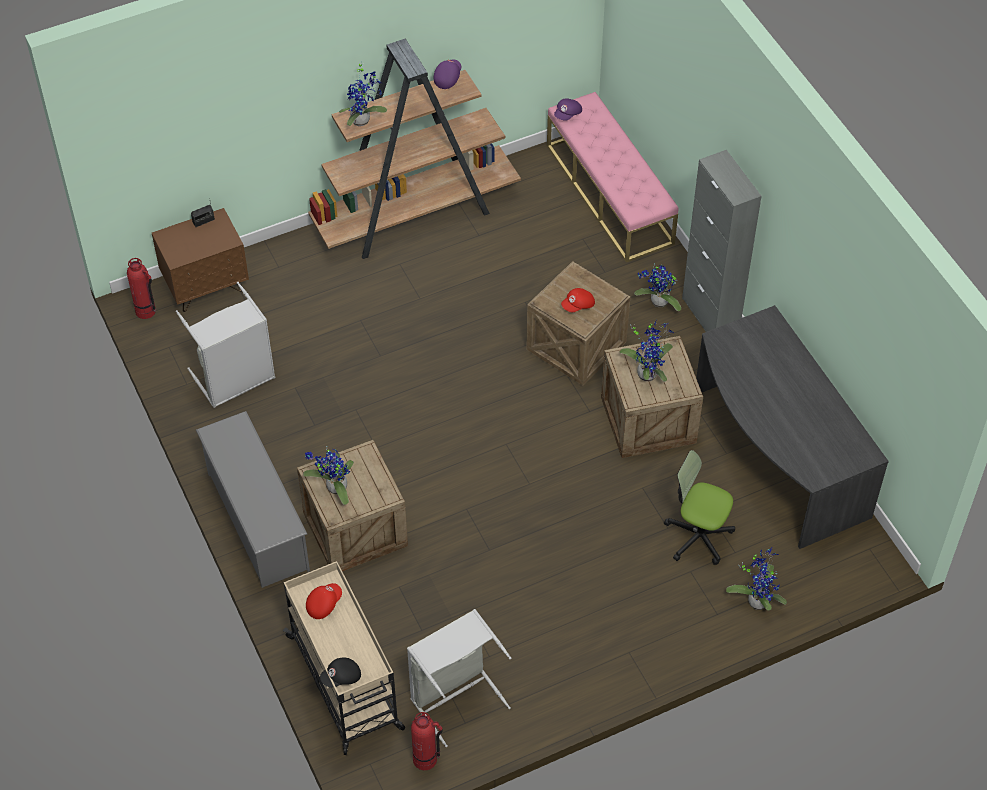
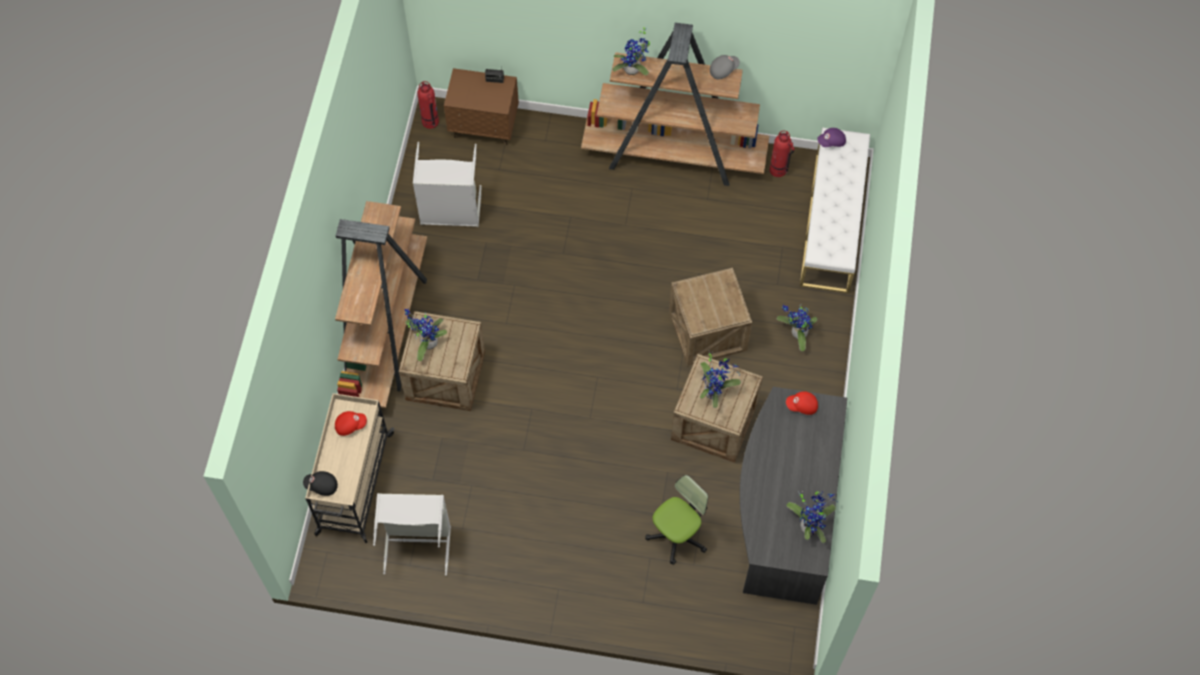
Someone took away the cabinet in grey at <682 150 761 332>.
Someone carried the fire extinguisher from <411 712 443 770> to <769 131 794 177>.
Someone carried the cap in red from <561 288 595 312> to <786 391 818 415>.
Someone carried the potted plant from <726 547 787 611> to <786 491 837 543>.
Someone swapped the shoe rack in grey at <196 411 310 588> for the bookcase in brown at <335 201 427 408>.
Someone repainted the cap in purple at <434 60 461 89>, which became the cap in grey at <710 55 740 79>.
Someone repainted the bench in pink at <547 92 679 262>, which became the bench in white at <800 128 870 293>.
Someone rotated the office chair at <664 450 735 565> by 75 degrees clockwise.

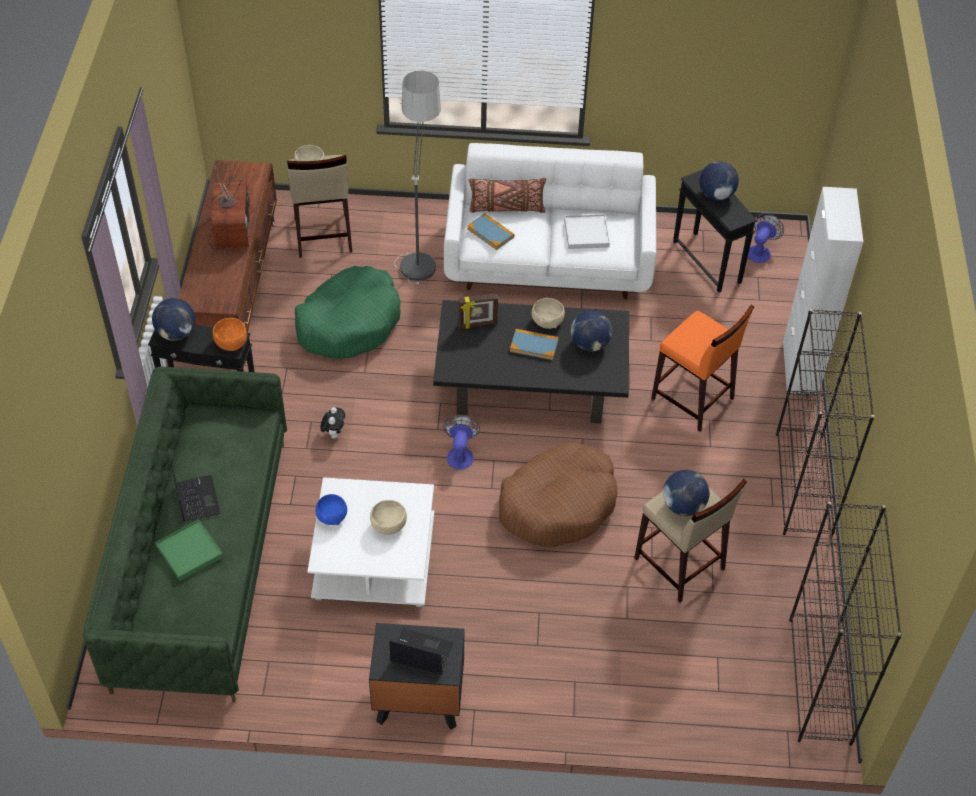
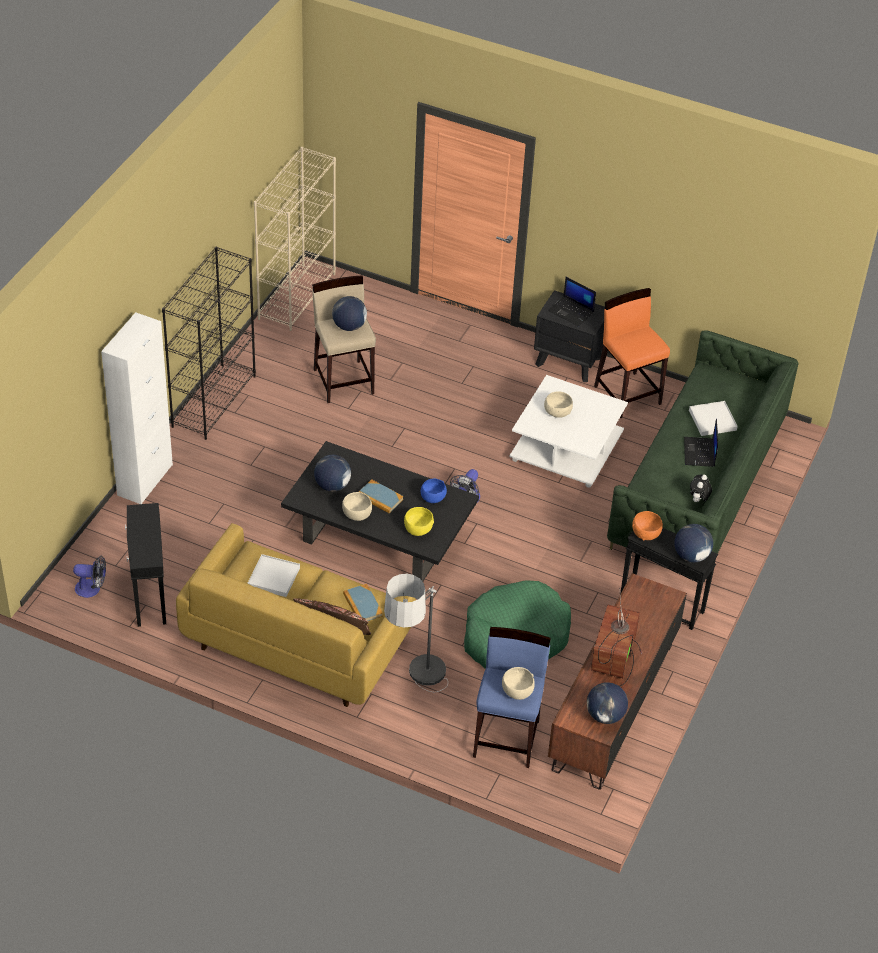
Someone took away the dog bed in brown at <499 442 617 547>.
Someone carried the bowl in blue from <316 494 347 525> to <421 479 447 503>.
Someone carried the plush toy from <321 407 345 439> to <690 474 712 502>.
Someone carried the stool in orange from <651 304 754 432> to <594 288 670 418>.
Someone carried the globe from <699 161 739 200> to <587 682 628 724>.
Someone swapped the picture frame at <459 293 498 329> for the bowl in yellow at <404 507 434 536>.
Someone repainted the tray in green at <155 520 223 581>, which became the tray in white at <689 401 738 436>.
Someone repainted the stool in beige at <287 155 352 258>, which became the stool in blue at <473 627 551 768>.
Someone repainted the sofa in white at <444 143 656 300>, which became the sofa in yellow at <176 523 416 707>.
Someone repainted the bookcase in black at <789 502 902 746>, which became the bookcase in beige at <254 147 336 331>.
Someone rotated the fan at <748 213 784 263> by 135 degrees counterclockwise.

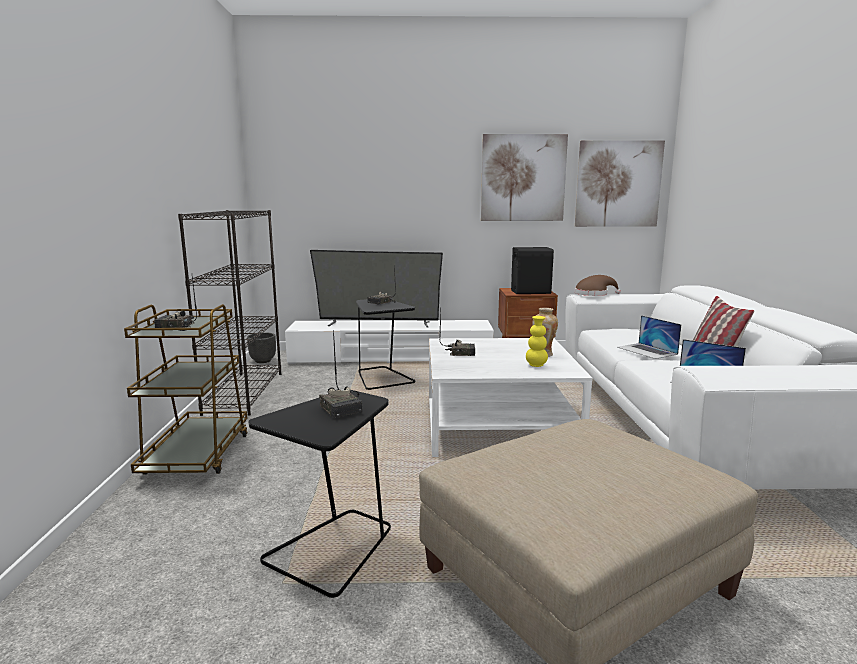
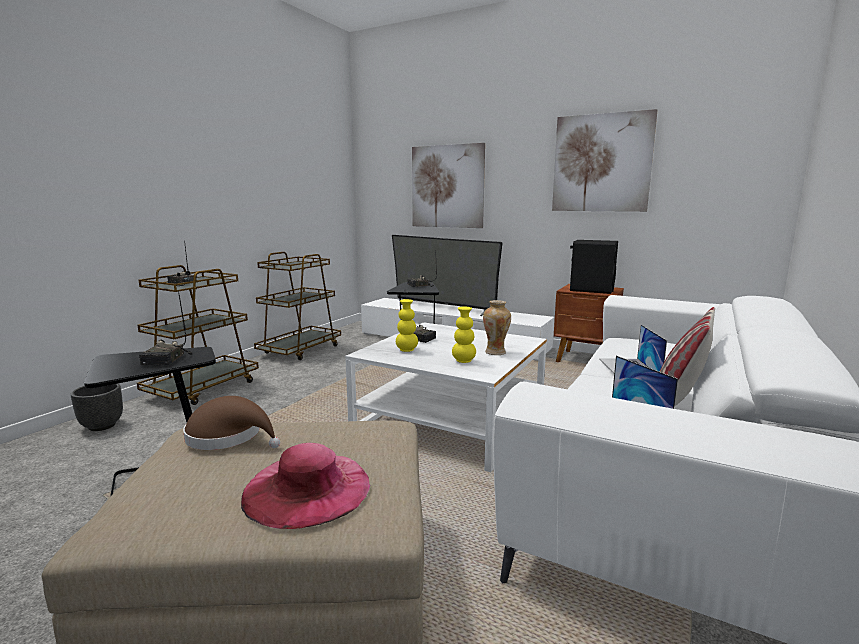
Someone put down the hat in pink at <241 443 370 529>.
Someone put down the vase in yellow at <396 299 418 352>.
Someone carried the planter in black from <247 333 276 363> to <71 384 123 431>.
Someone carried the hat in brown from <574 275 621 296> to <183 396 280 450>.
Someone carried the picture from <575 140 665 227> to <412 143 485 228>.
Someone swapped the bookcase in black at <178 210 281 416> for the cart in brown at <254 252 341 360>.

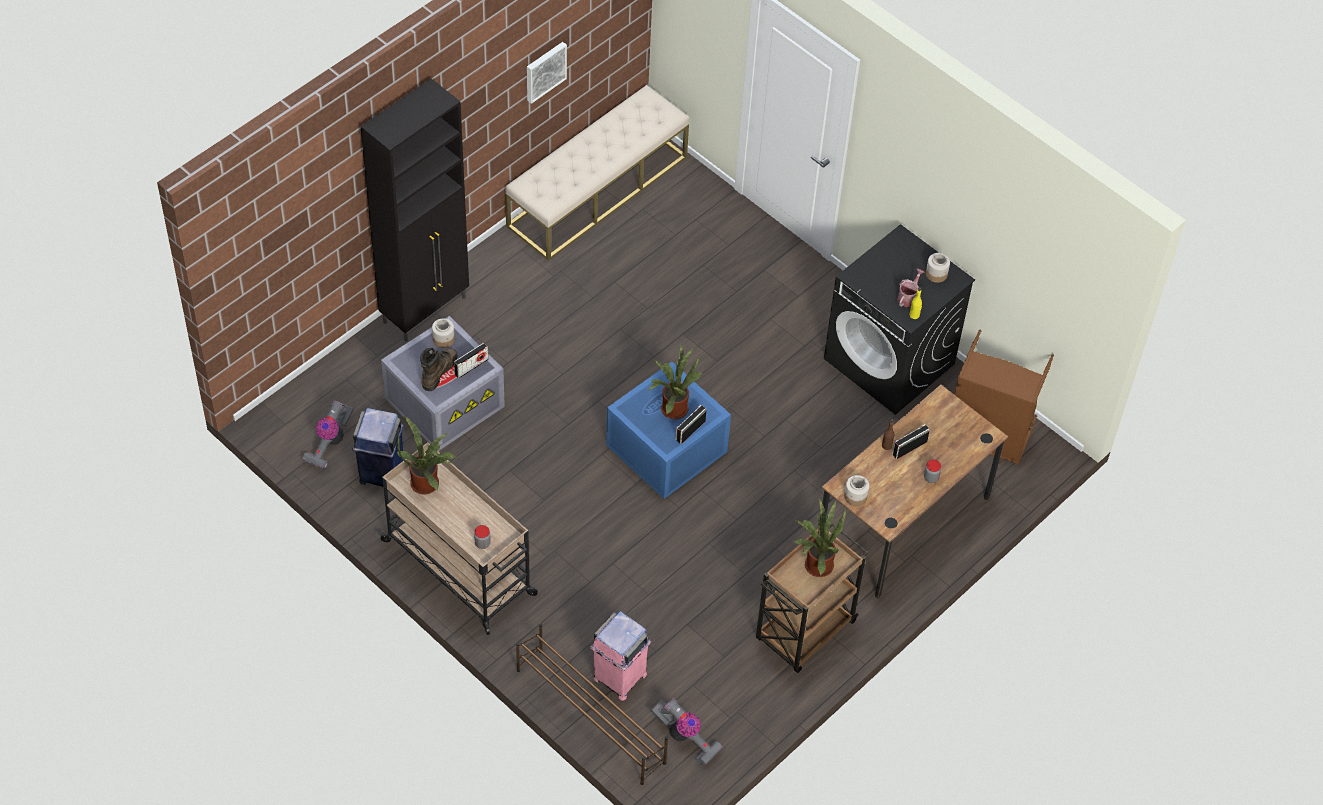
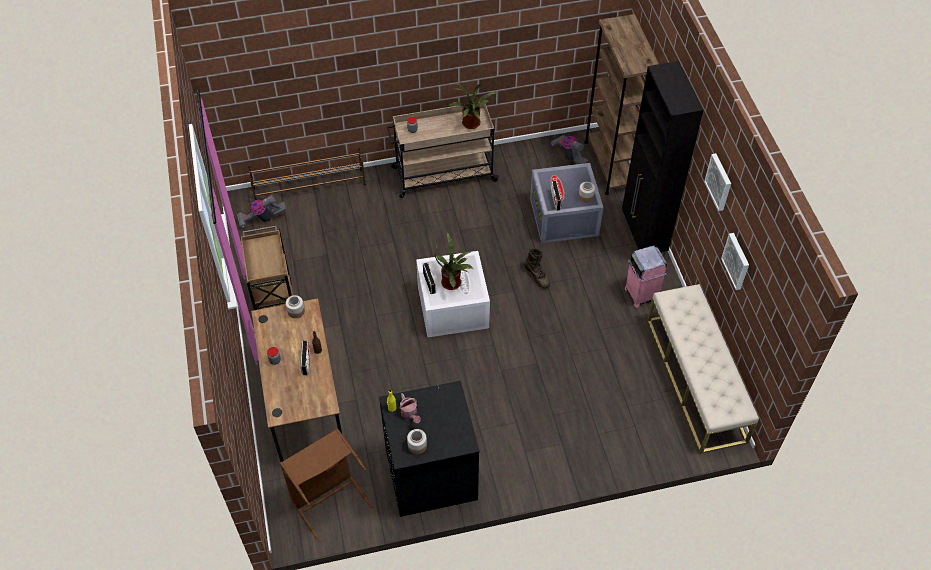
Someone took away the trash can in blue at <352 408 404 487>.
Someone took away the potted plant at <794 499 846 577>.
Someone put down the bookcase in brown at <584 14 659 195>.
Someone put up the picture at <704 153 731 211>.
Someone carried the boot in brown from <420 348 457 391> to <524 248 550 288>.
Someone carried the trash can in pink from <590 611 651 701> to <625 245 667 308>.
Someone repainted the storage box in blue at <606 362 731 499>, which became the storage box in white at <416 251 490 338>.

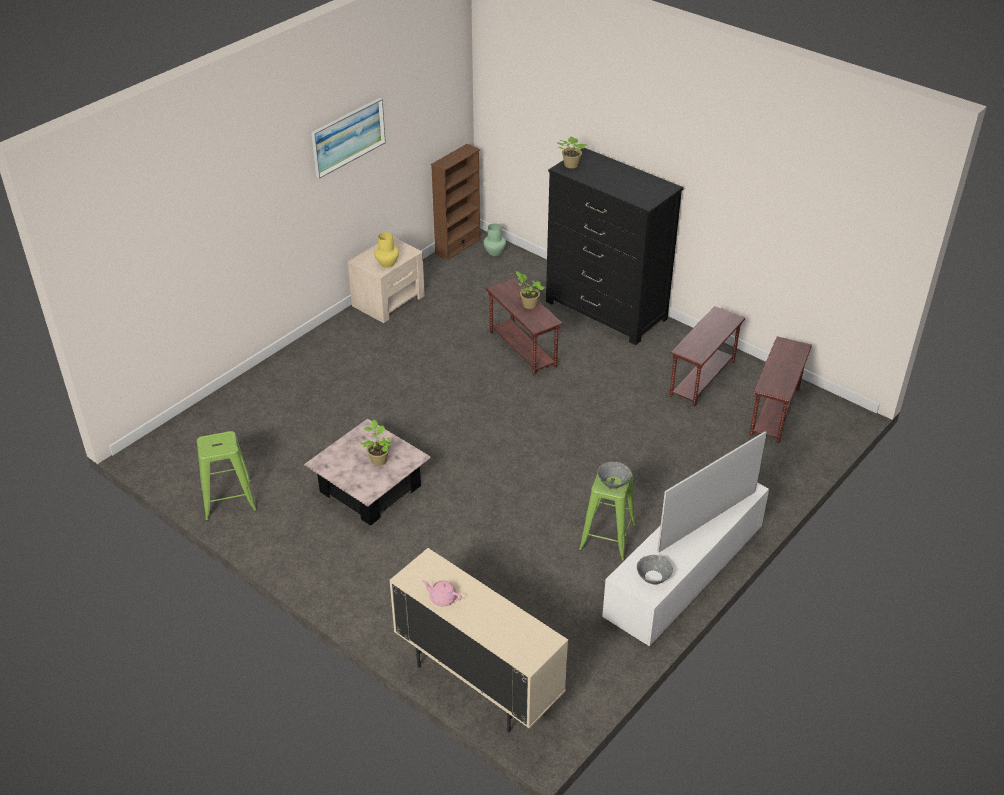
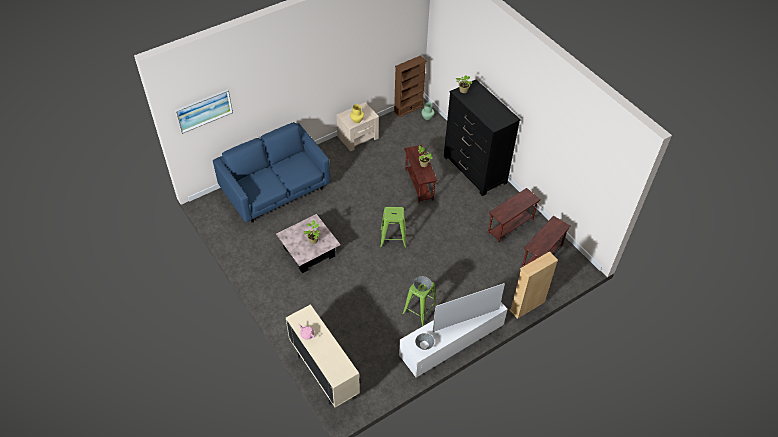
Someone put down the sofa in blue at <213 122 331 223>.
Someone put down the bookcase in beige at <510 251 558 319>.
Someone carried the stool in green from <197 431 257 521> to <380 207 406 248>.
Someone carried the picture from <311 98 386 179> to <175 89 233 134>.

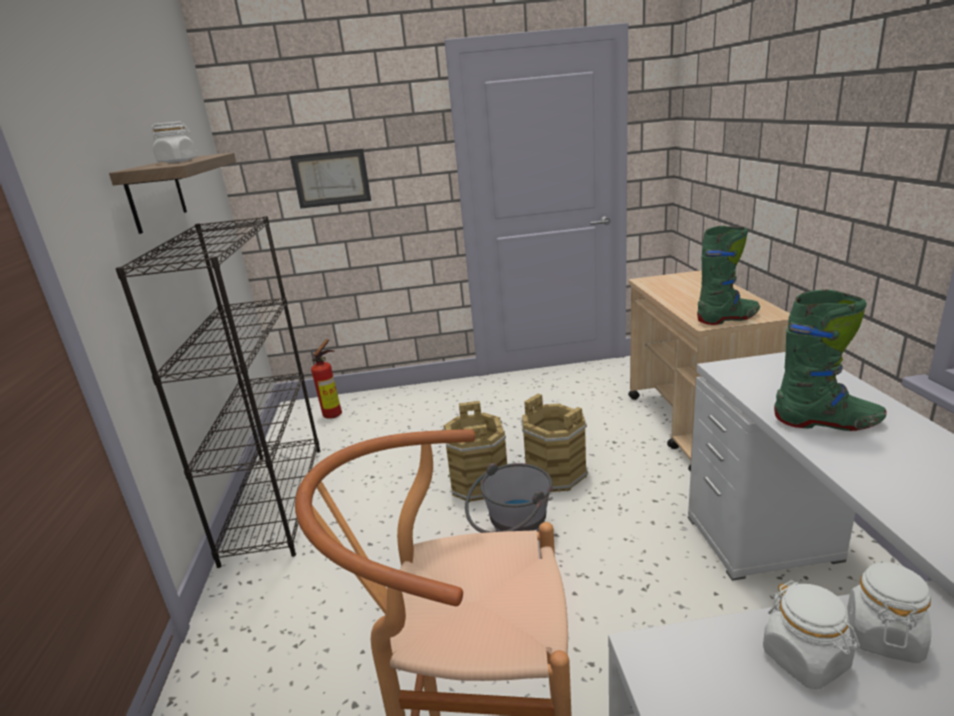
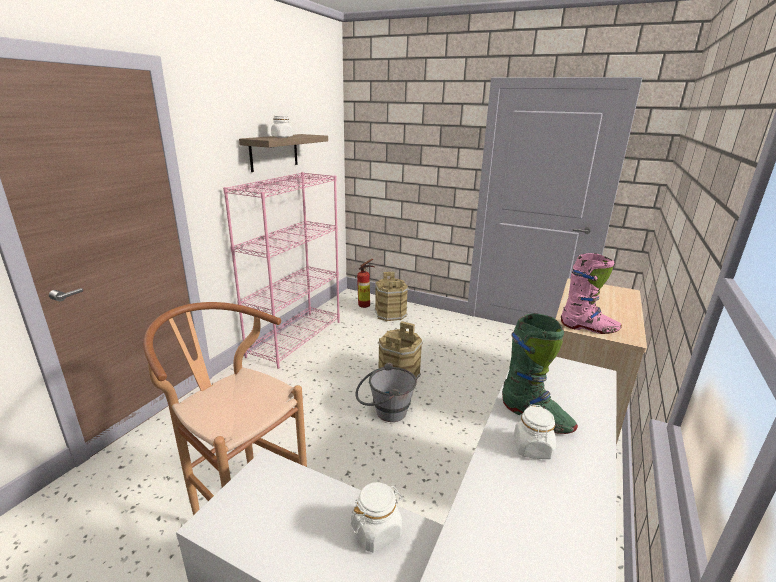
Someone took away the picture at <290 149 371 209>.
Someone carried the bucket in brown from <521 394 588 492> to <375 272 409 321>.
Someone carried the jar in white from <763 580 860 689> to <514 405 556 459>.
Someone repainted the bookcase in black at <116 216 320 568>, which became the bookcase in pink at <223 172 340 369>.
Someone repainted the boot in green at <697 226 760 325>, which became the boot in pink at <561 253 622 334>.

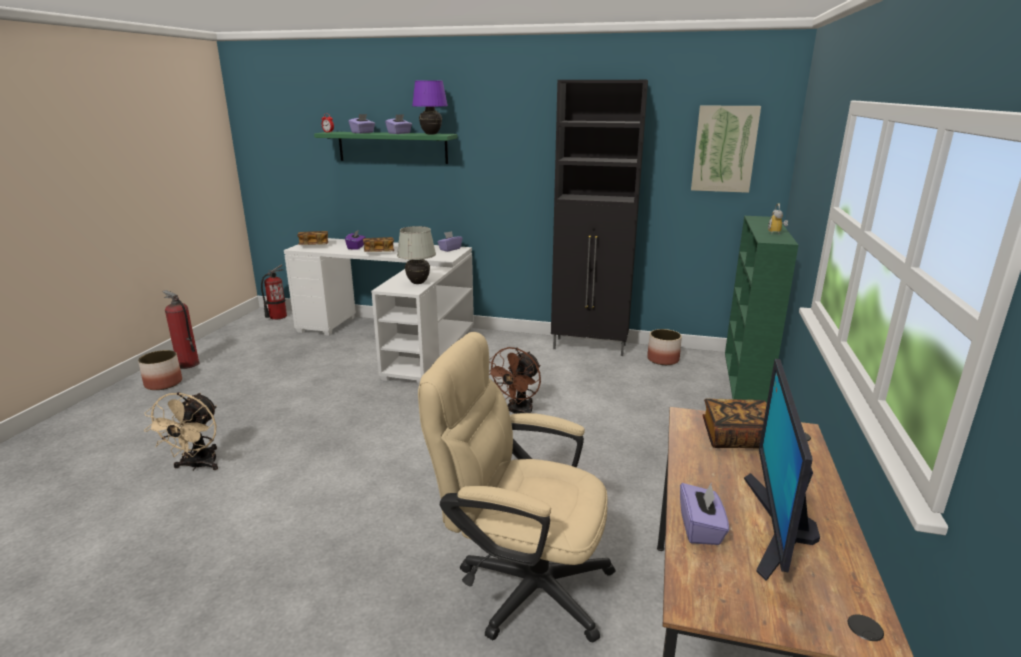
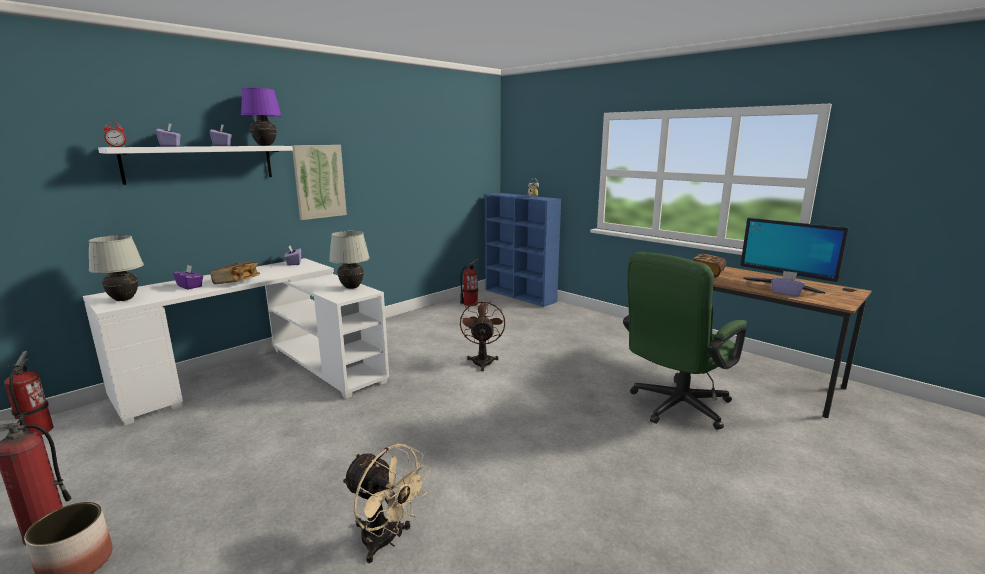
Someone took away the cabinet in black at <551 80 648 356>.
Someone carried the picture from <691 105 761 193> to <292 145 347 220>.
Someone swapped the book at <297 231 328 245> for the table lamp in white at <88 235 144 301>.
Someone swapped the planter at <647 329 682 365> for the fire extinguisher at <460 259 480 306>.
Someone repainted the shelf in green at <314 132 457 164>, which became the shelf in white at <98 146 293 185>.
Someone repainted the office chair in beige at <418 332 616 643>, which became the office chair in green at <623 252 747 430>.
Someone repainted the bookcase in green at <725 216 798 402>, which became the bookcase in blue at <485 193 561 307>.
Someone rotated the fan in brown at <489 347 541 414> by 150 degrees counterclockwise.

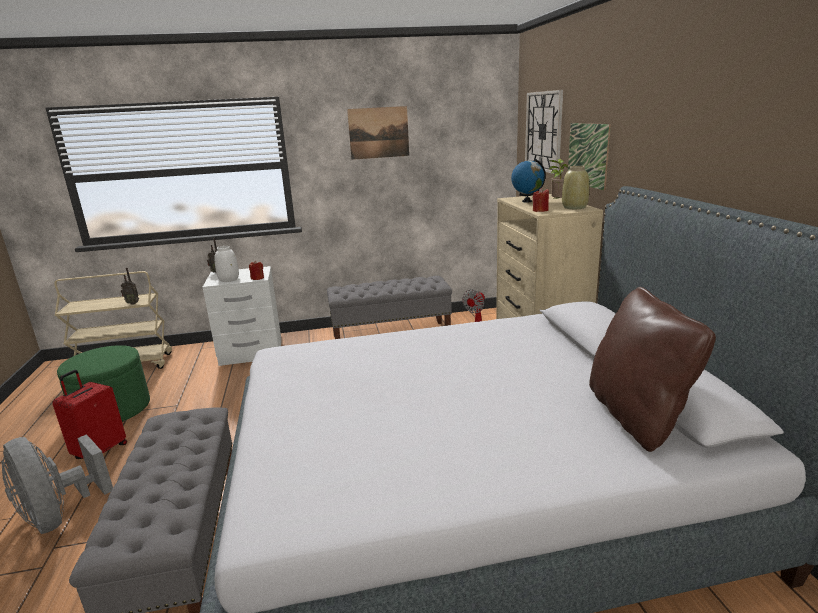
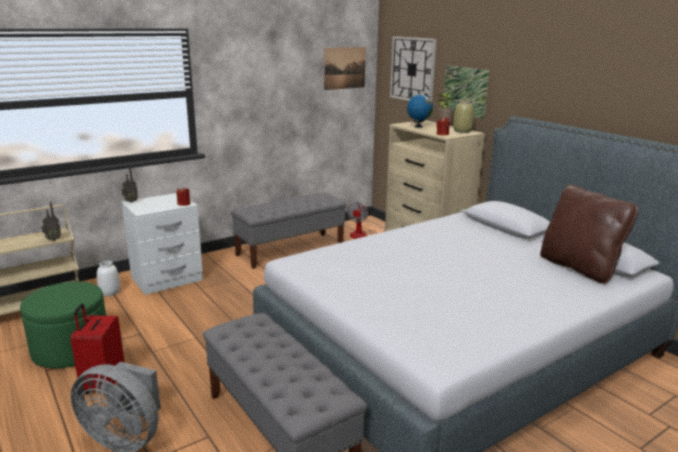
Someone carried the vase in white from <215 246 239 282> to <97 261 120 296>.
Someone carried the picture from <347 106 409 160> to <324 47 366 90>.

